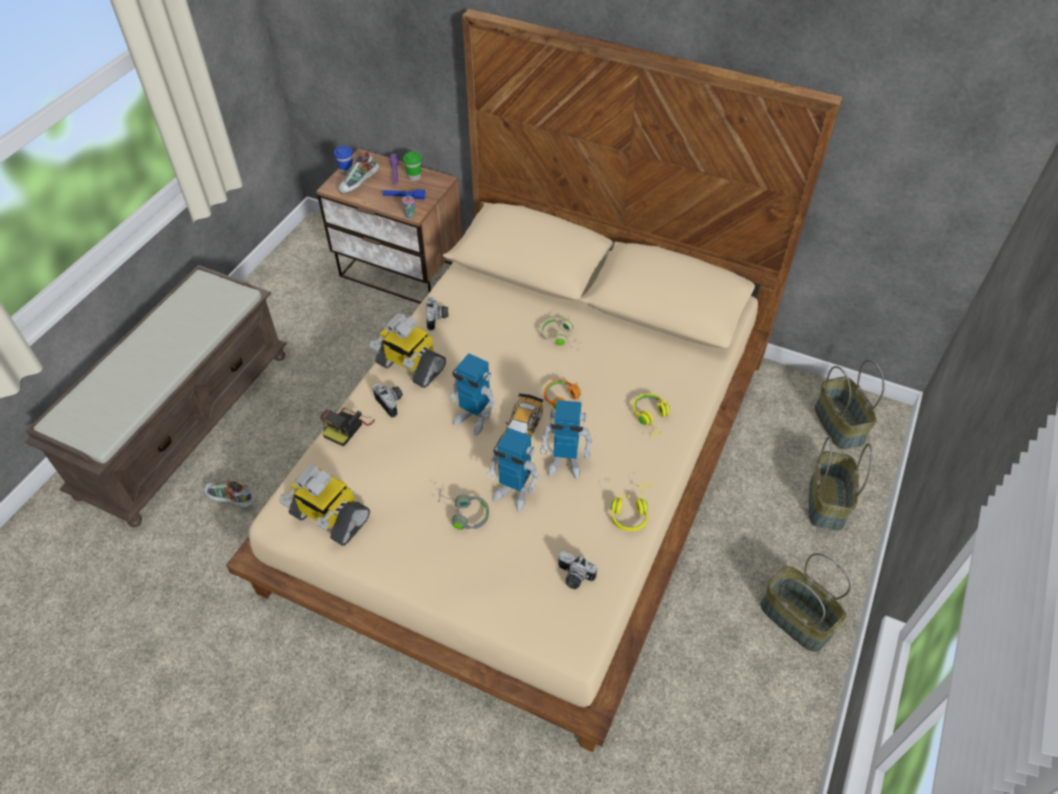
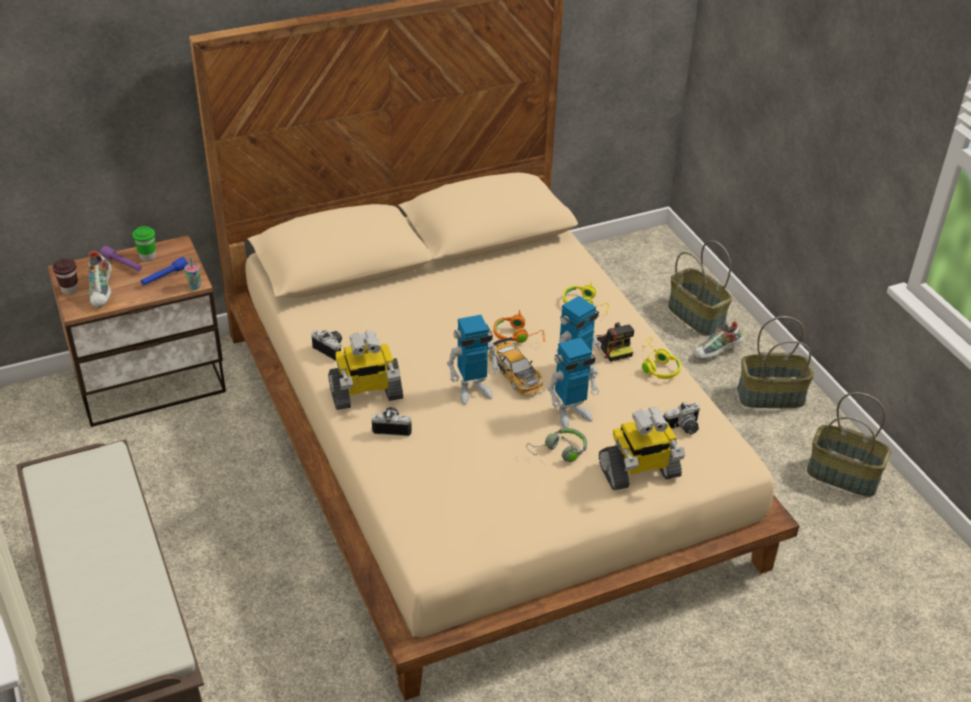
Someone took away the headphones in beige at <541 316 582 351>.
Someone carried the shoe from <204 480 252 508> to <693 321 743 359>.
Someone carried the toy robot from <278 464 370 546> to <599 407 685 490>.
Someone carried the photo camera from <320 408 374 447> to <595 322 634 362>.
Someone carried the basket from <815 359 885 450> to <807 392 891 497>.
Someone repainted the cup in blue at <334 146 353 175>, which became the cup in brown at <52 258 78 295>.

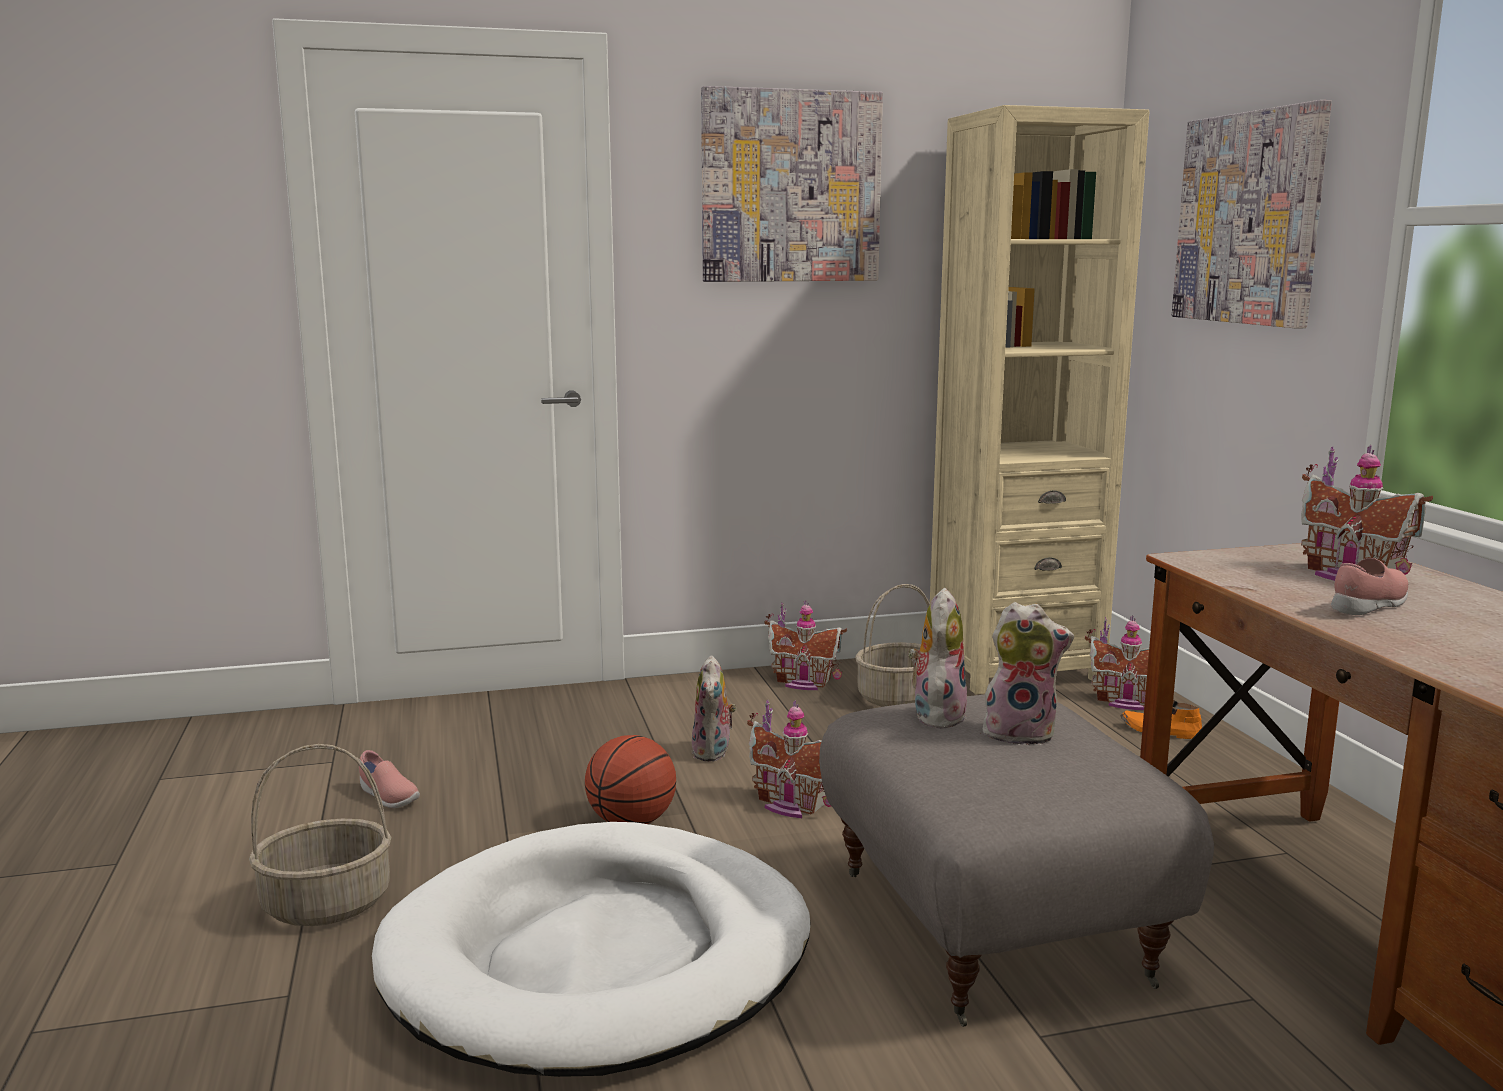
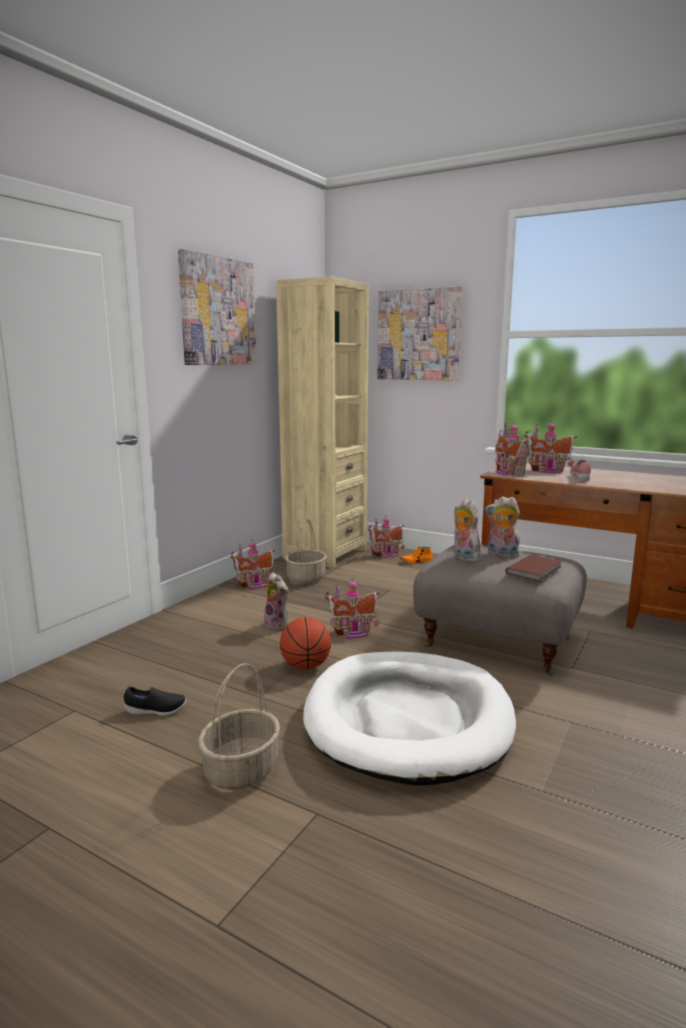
Someone put down the toy house at <495 421 530 475>.
Someone put down the book in brown at <506 555 562 581>.
Someone repainted the shoe in pink at <359 750 420 808>, which became the shoe in black at <124 686 186 716>.
Someone rotated the plush toy at <981 602 1074 745> by 120 degrees counterclockwise.

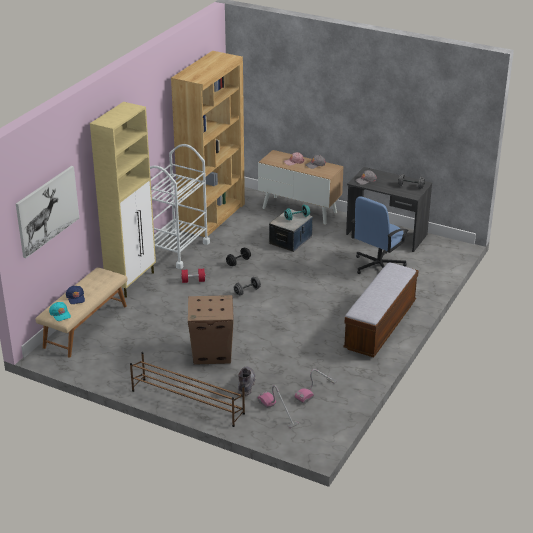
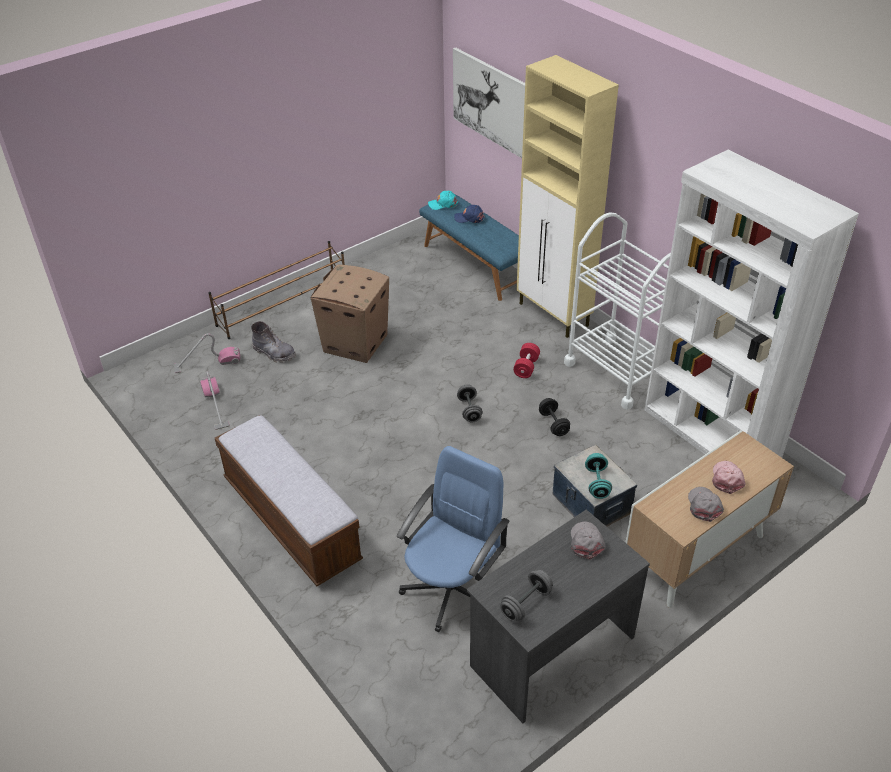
Someone repainted the bench in beige at <35 267 128 357>, which became the bench in blue at <419 194 519 301>.
Someone repainted the bookcase in brown at <171 51 245 237>, which became the bookcase in white at <644 150 859 458>.
Someone rotated the office chair in blue at <351 196 408 274> by 60 degrees clockwise.

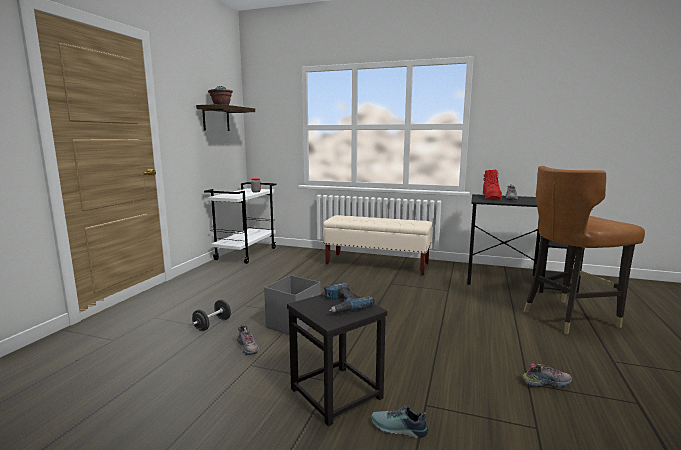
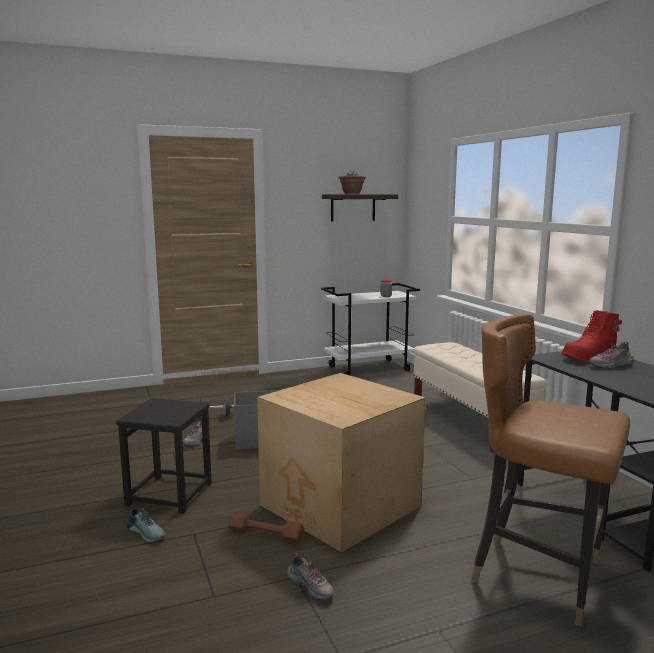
Someone took away the power drill at <324 282 375 313>.
Someone put down the dumbbell in brown at <228 511 304 543>.
Someone put down the cardboard box at <257 373 425 552>.
Someone rotated the shoe at <371 406 428 438> by 150 degrees clockwise.

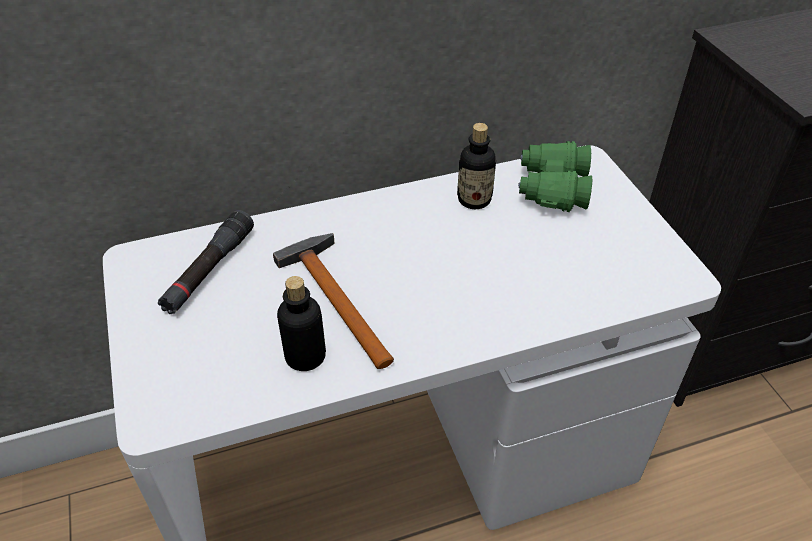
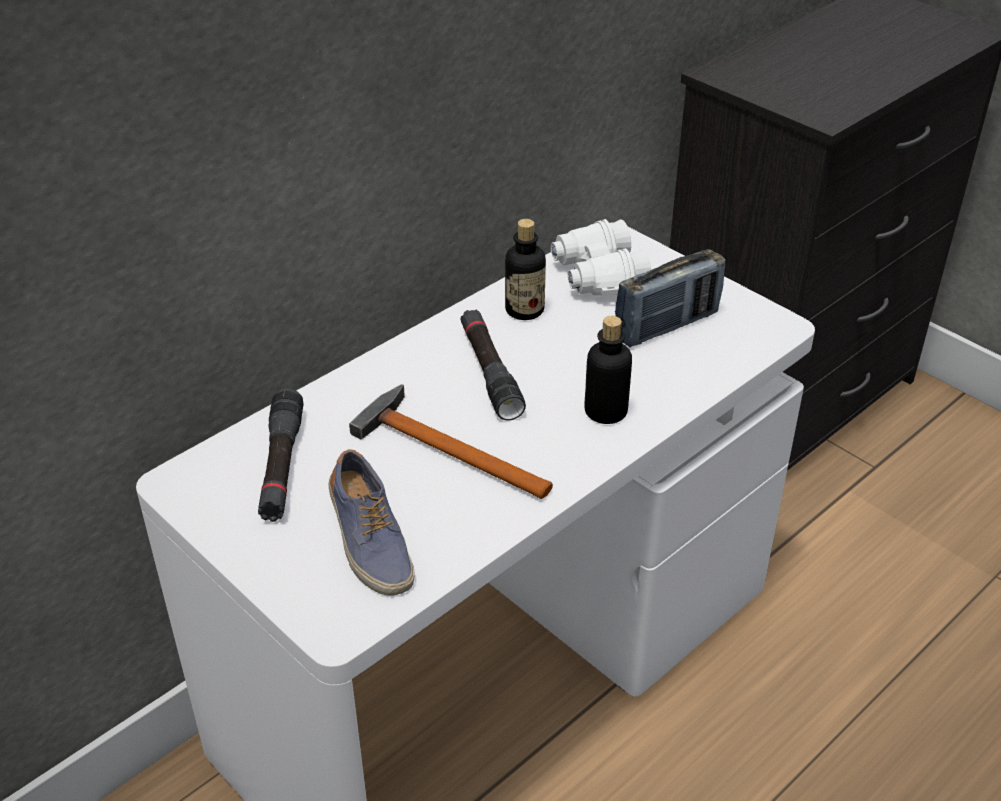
Someone put down the shoe at <328 449 415 596>.
Someone put down the flashlight in black at <460 310 526 421>.
Someone put down the radio at <615 249 725 347>.
Someone carried the bottle from <277 276 326 371> to <584 316 632 424>.
Someone repainted the binoculars in green at <518 141 592 212>, which became the binoculars in white at <551 219 651 296>.

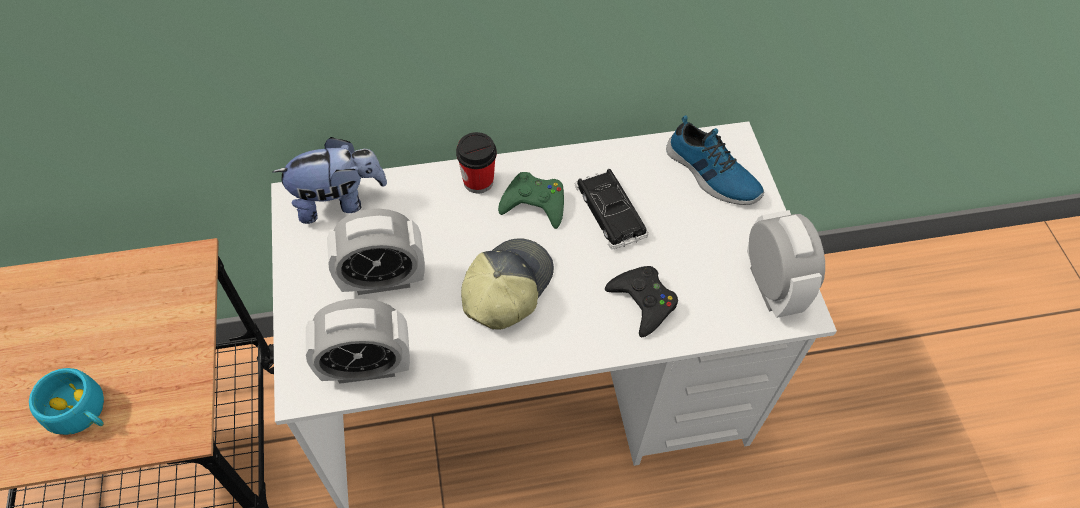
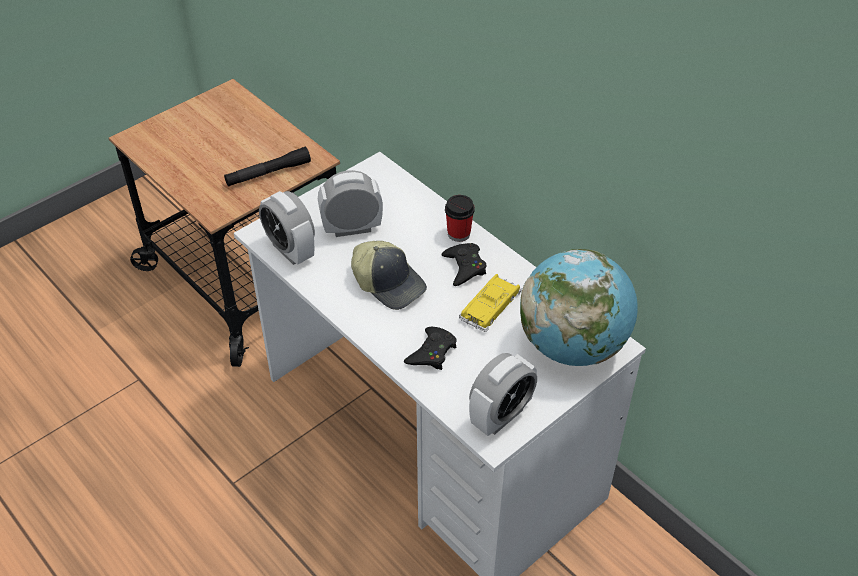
Someone took away the cup in turquoise at <29 368 104 435>.
Someone took away the plush toy at <272 137 387 224>.
Someone put down the flashlight in black at <224 147 311 187>.
Someone swapped the shoe at <666 115 764 205> for the globe at <520 249 638 366>.
Someone repainted the game controller in green at <498 172 564 229>, which became the game controller in black at <442 243 486 286>.
Someone repainted the toy car in black at <575 169 648 250>, which became the toy car in yellow at <459 274 522 332>.
Someone rotated the alarm clock at <327 209 425 295> by 120 degrees clockwise.
Someone rotated the cap at <461 238 554 330> by 45 degrees clockwise.

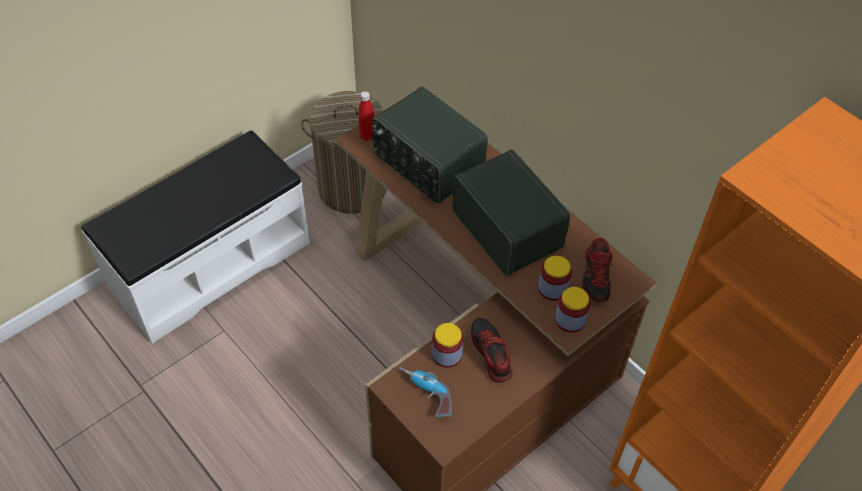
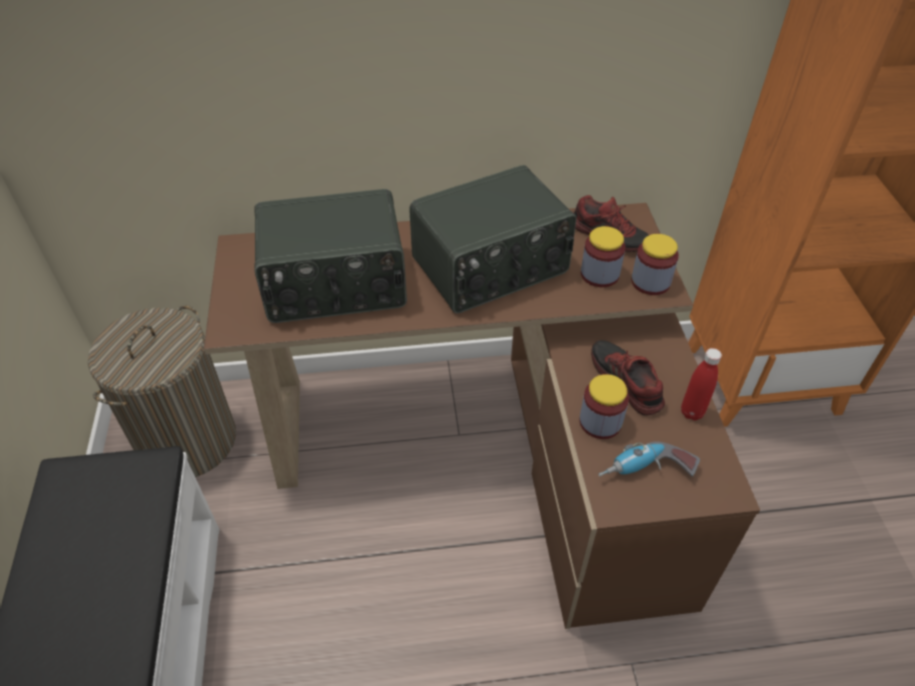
Someone carried the bottle in red from <358 91 374 141> to <681 348 722 421>.
Someone rotated the radio at <452 149 570 276> by 150 degrees clockwise.
Someone rotated the shoe at <471 318 513 383> by 45 degrees clockwise.

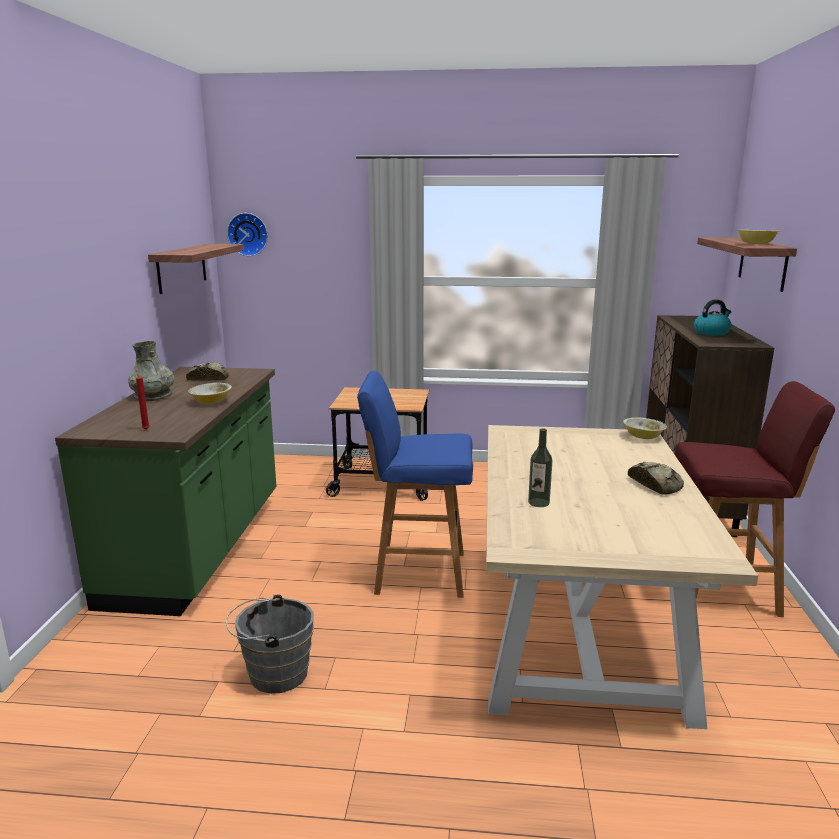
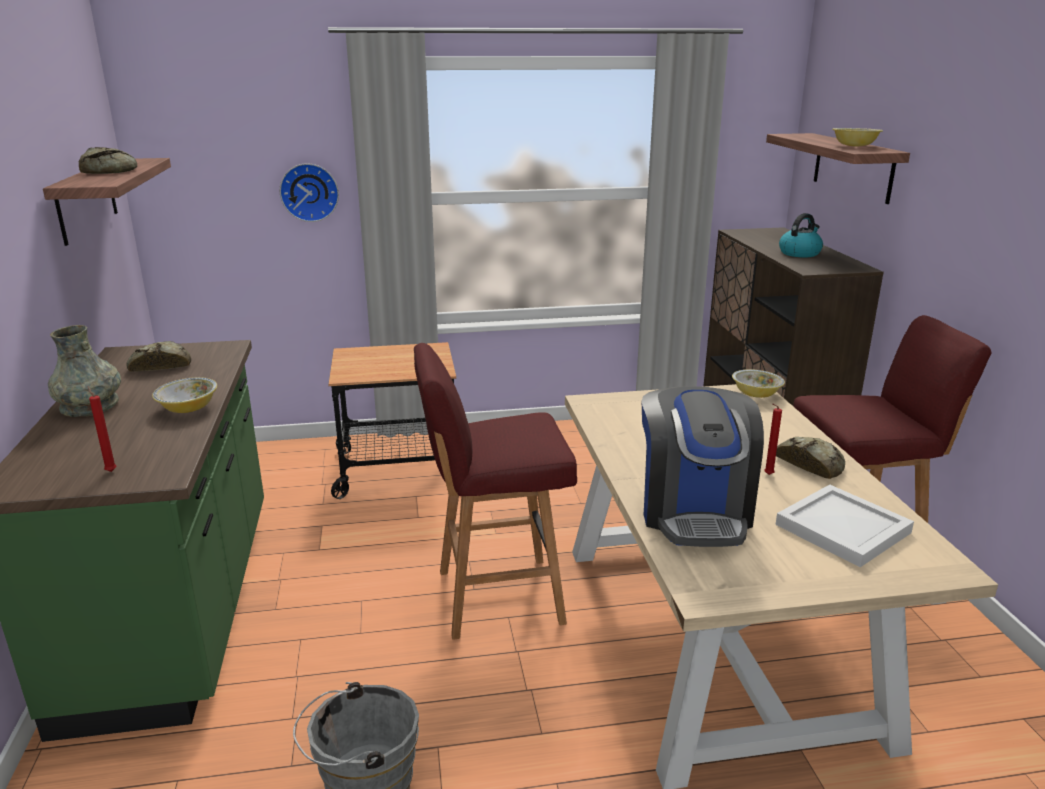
Someone put down the bread at <79 147 137 174>.
Someone put down the candle in red at <764 404 782 475>.
Someone put down the tray in white at <775 485 914 567>.
Someone carried the wall clock from <227 213 268 256> to <280 163 339 222>.
Someone swapped the bottle at <528 428 552 507> for the coffee machine at <642 386 764 547>.
Someone repainted the stool in blue at <357 371 473 598>, which became the stool in red at <414 343 577 640>.

